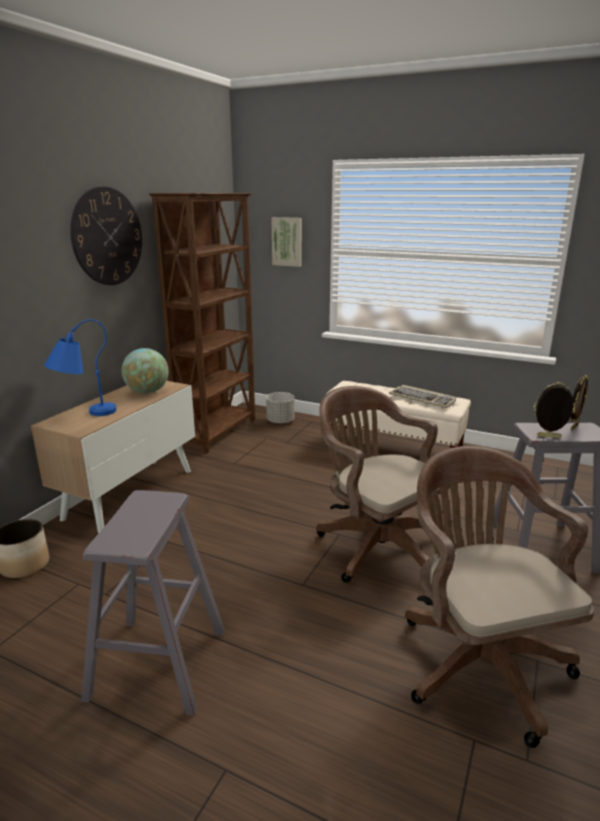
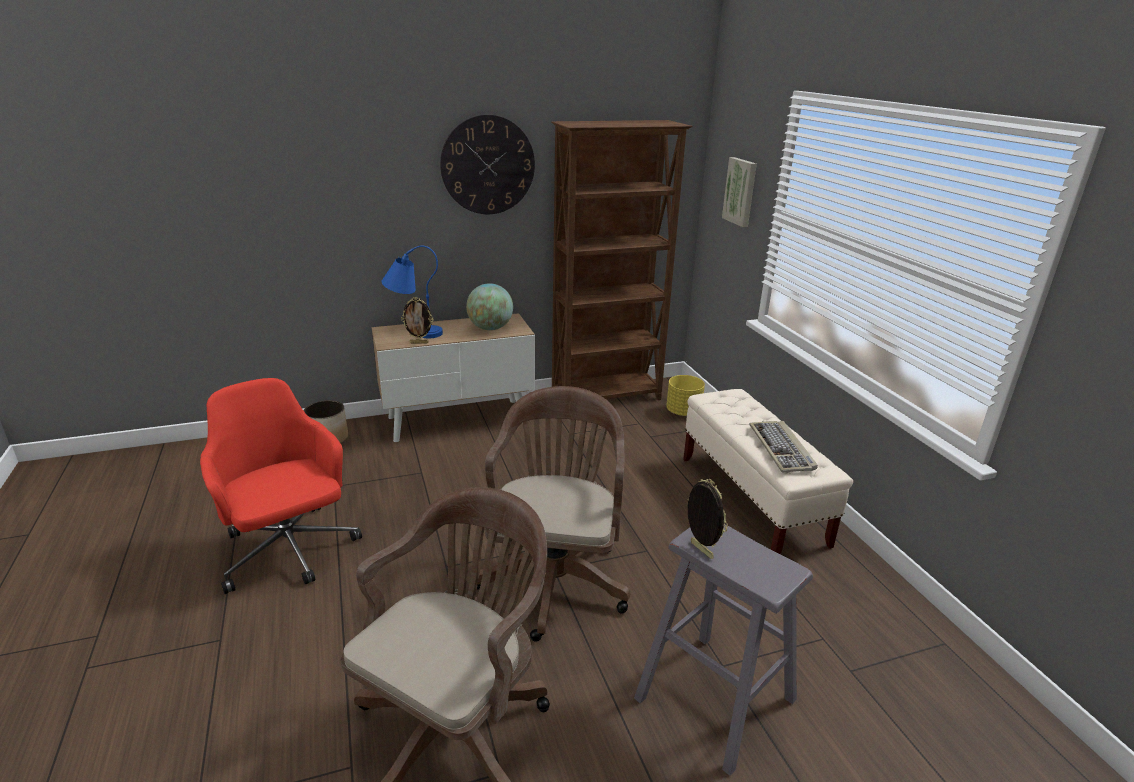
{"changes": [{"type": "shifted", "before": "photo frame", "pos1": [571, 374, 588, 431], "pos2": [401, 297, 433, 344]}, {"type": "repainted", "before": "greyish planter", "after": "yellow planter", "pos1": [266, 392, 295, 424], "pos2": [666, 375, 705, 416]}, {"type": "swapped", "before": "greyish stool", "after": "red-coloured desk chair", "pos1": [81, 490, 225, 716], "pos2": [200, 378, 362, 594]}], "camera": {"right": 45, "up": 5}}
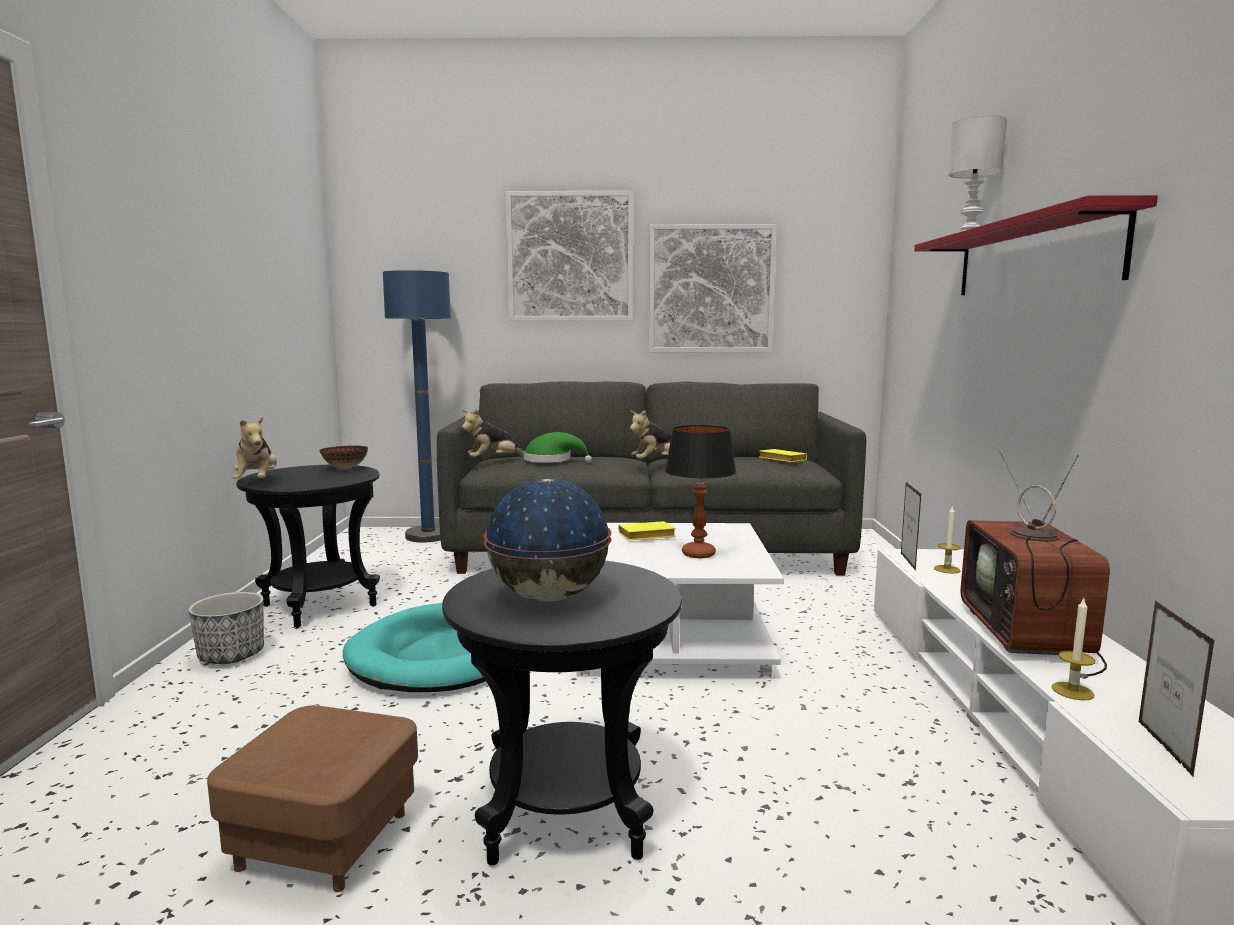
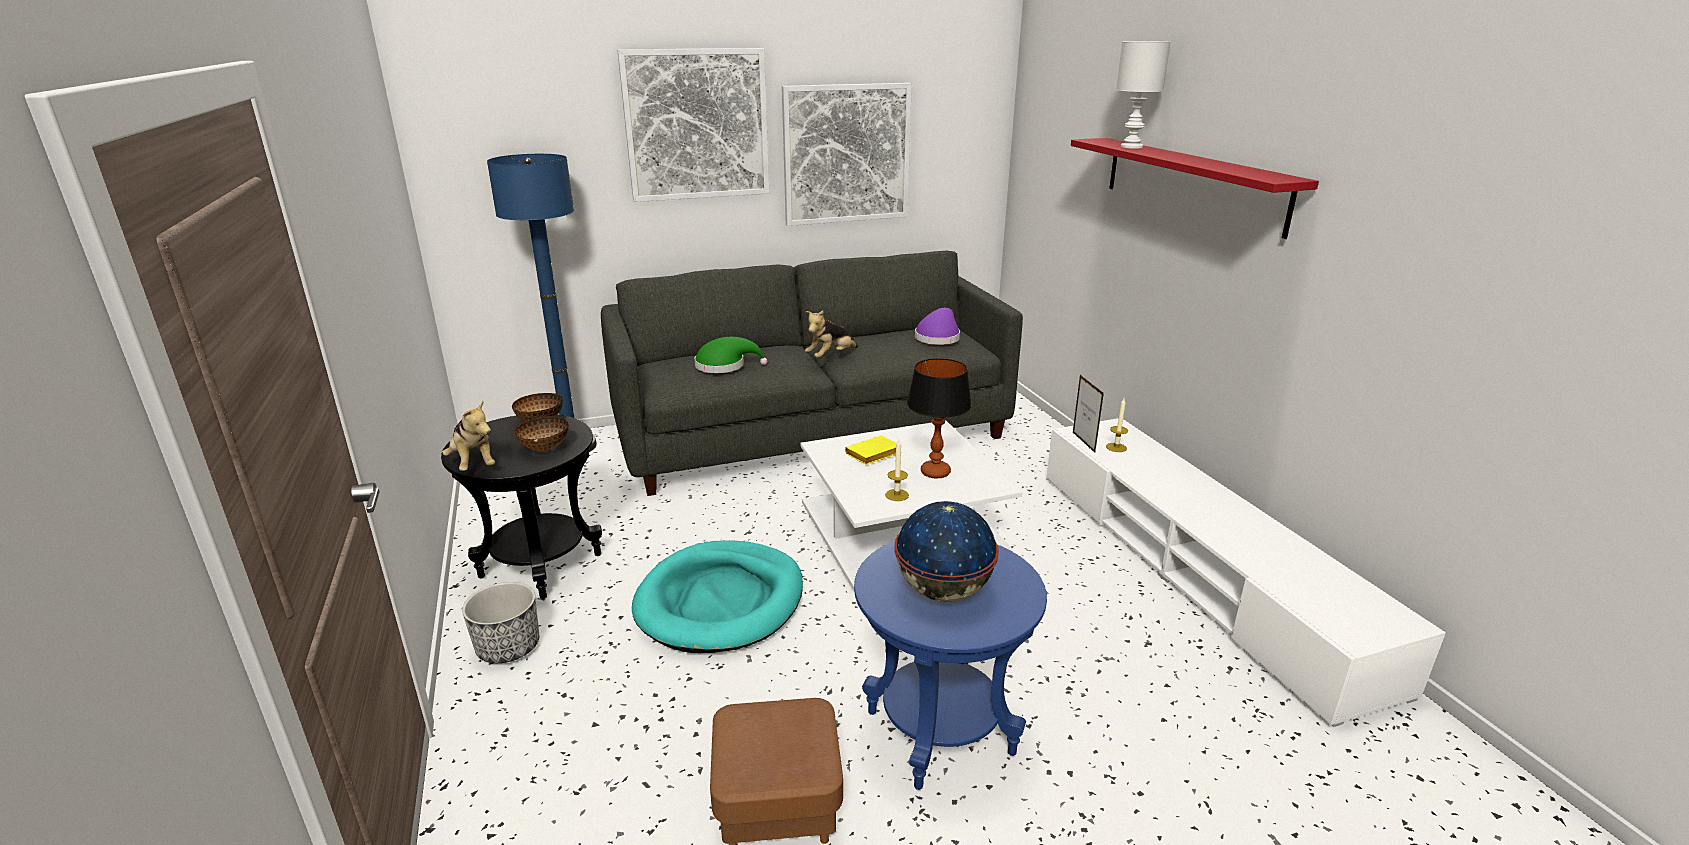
{"changes": [{"type": "gone", "before": "cuddly toy", "pos1": [462, 409, 524, 457]}, {"type": "swapped", "before": "yellow volume", "after": "purple wearable hat", "pos1": [759, 449, 807, 462], "pos2": [915, 308, 960, 345]}, {"type": "gone", "before": "television", "pos1": [961, 451, 1110, 679]}, {"type": "repainted", "before": "black-coloured side table", "after": "blue side table", "pos1": [442, 561, 682, 865], "pos2": [854, 541, 1047, 790]}, {"type": "shifted", "before": "wax light", "pos1": [1051, 599, 1095, 701], "pos2": [885, 439, 909, 501]}, {"type": "gone", "before": "photo frame", "pos1": [1139, 600, 1215, 777]}, {"type": "new", "after": "serving bowl", "pos2": [514, 416, 569, 451]}], "camera": {"right": -20, "up": 15}}
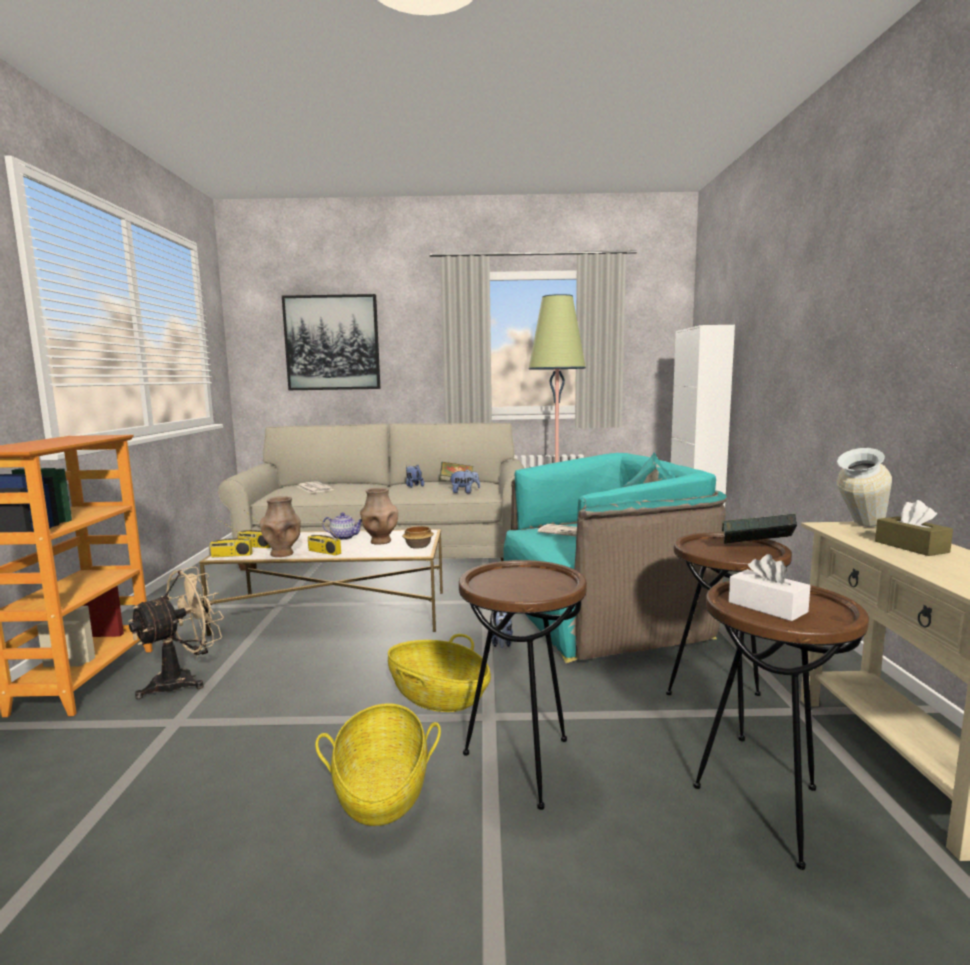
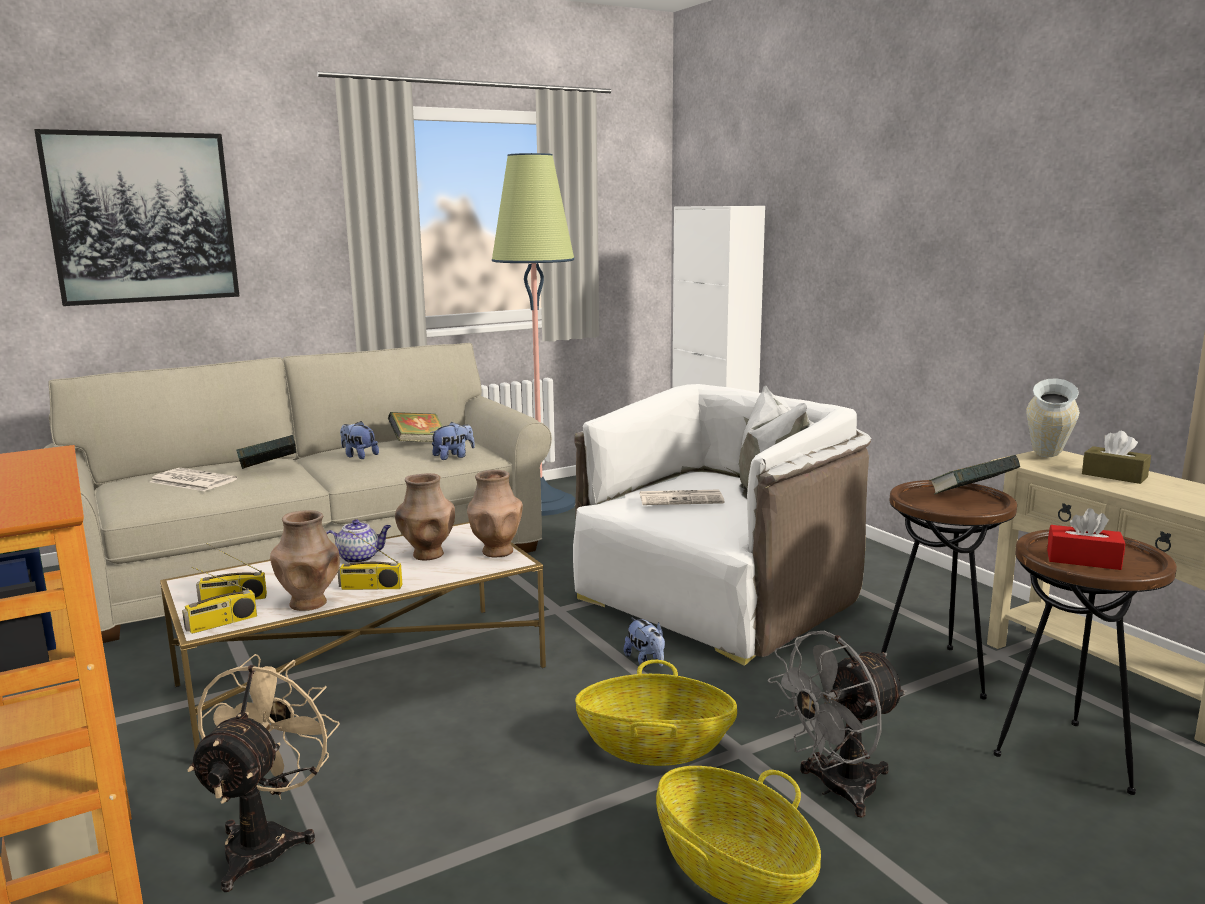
{"changes": [{"type": "repainted", "before": "blue-green easy chair", "after": "white-coloured easy chair", "pos1": [504, 453, 727, 663], "pos2": [573, 384, 871, 666]}, {"type": "swapped", "before": "serving bowl", "after": "brown vase", "pos1": [402, 526, 434, 549], "pos2": [467, 470, 523, 557]}, {"type": "repainted", "before": "white-coloured box of tissues", "after": "red-coloured box of tissues", "pos1": [728, 554, 811, 621], "pos2": [1047, 508, 1125, 570]}, {"type": "swapped", "before": "brown side table", "after": "greyish cooling fan", "pos1": [459, 560, 587, 810], "pos2": [768, 631, 907, 818]}, {"type": "new", "after": "volume", "pos2": [236, 435, 296, 469]}], "camera": {"right": -30, "up": 5}}
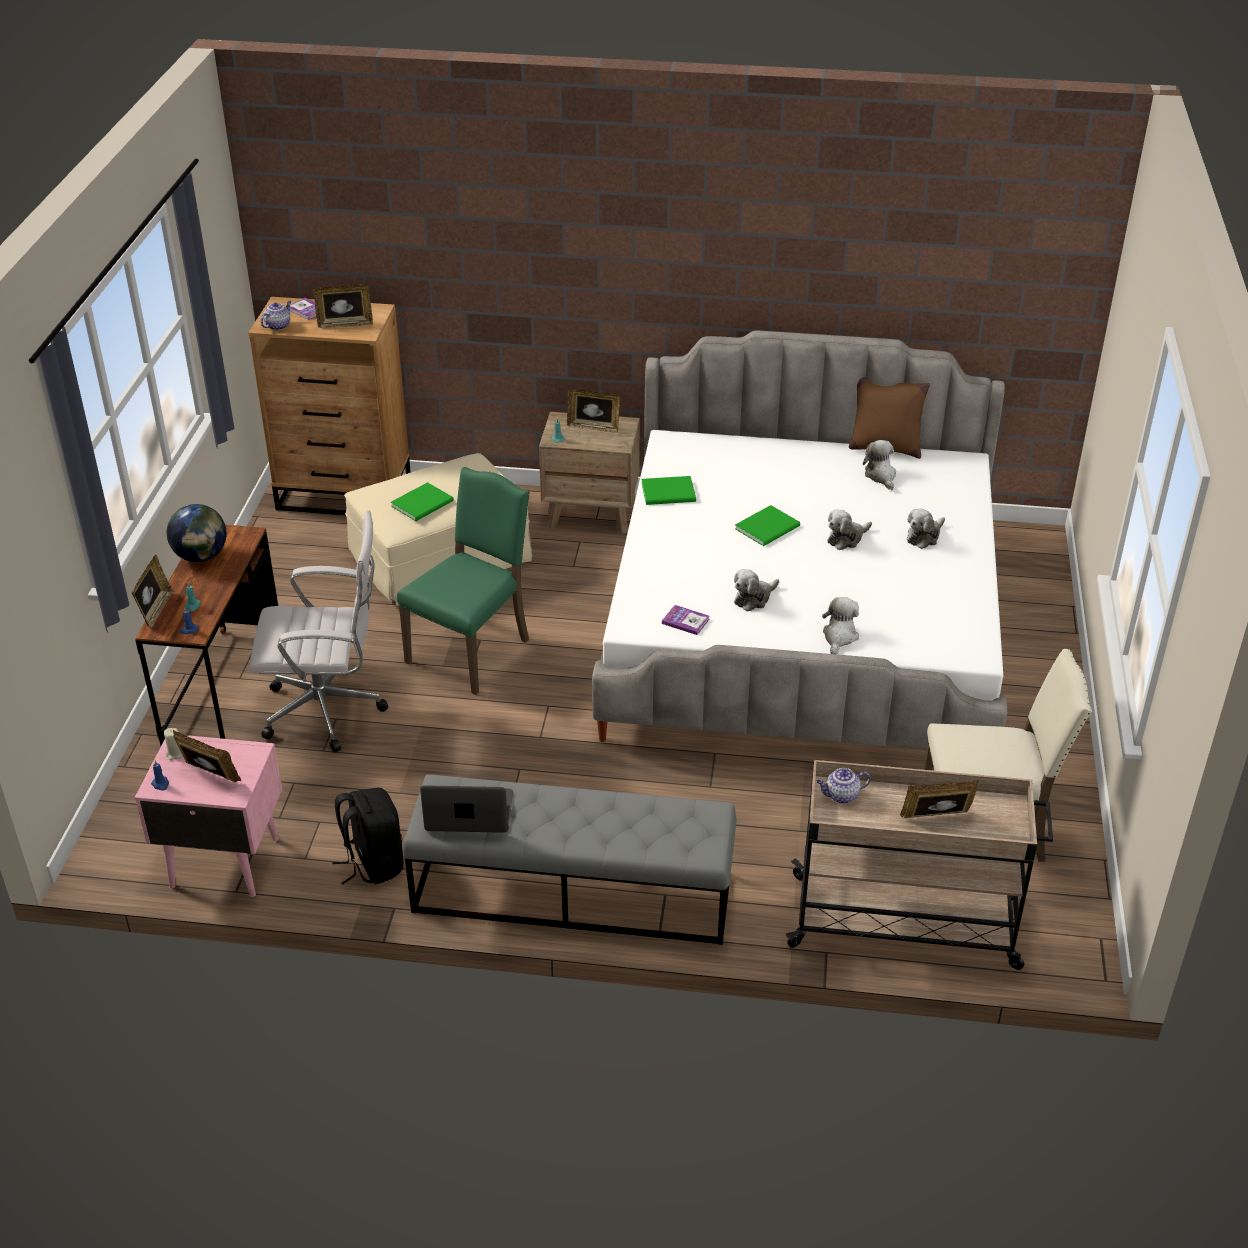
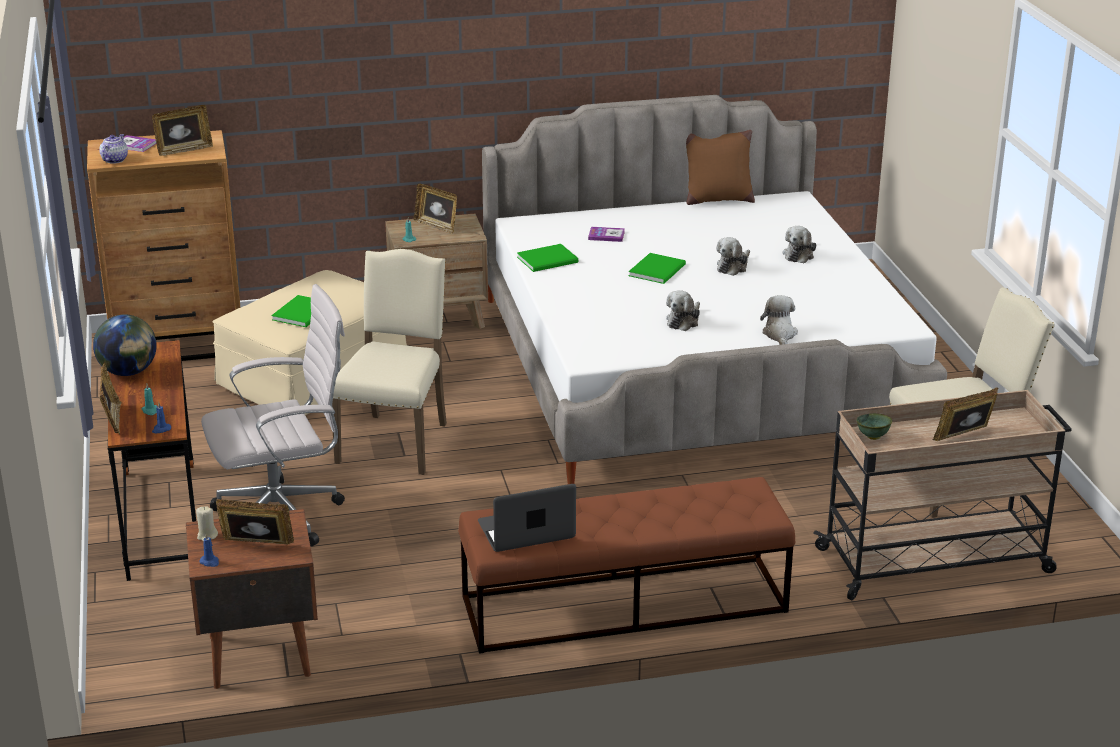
{"changes": [{"type": "rotated", "before": "photo frame", "pos1": [567, 389, 620, 433], "pos2": [414, 183, 457, 234], "turn": 45}, {"type": "gone", "before": "cuddly toy", "pos1": [863, 440, 896, 490]}, {"type": "repainted", "before": "green-coloured plain chair", "after": "sand-coloured plain chair", "pos1": [397, 467, 530, 695], "pos2": [332, 249, 447, 475]}, {"type": "shifted", "before": "volume", "pos1": [662, 605, 709, 635], "pos2": [588, 227, 625, 242]}, {"type": "repainted", "before": "pinkish night table", "after": "brown night table", "pos1": [135, 735, 282, 897], "pos2": [186, 509, 318, 689]}, {"type": "swapped", "before": "pot for tea", "after": "green-coloured serving bowl", "pos1": [817, 768, 870, 804], "pos2": [856, 413, 892, 440]}, {"type": "repainted", "before": "greyish long seat", "after": "brown long seat", "pos1": [403, 774, 737, 945], "pos2": [458, 477, 795, 654]}, {"type": "gone", "before": "black-coloured rucksack", "pos1": [332, 787, 404, 885]}], "camera": {"right": -20, "up": -10}}
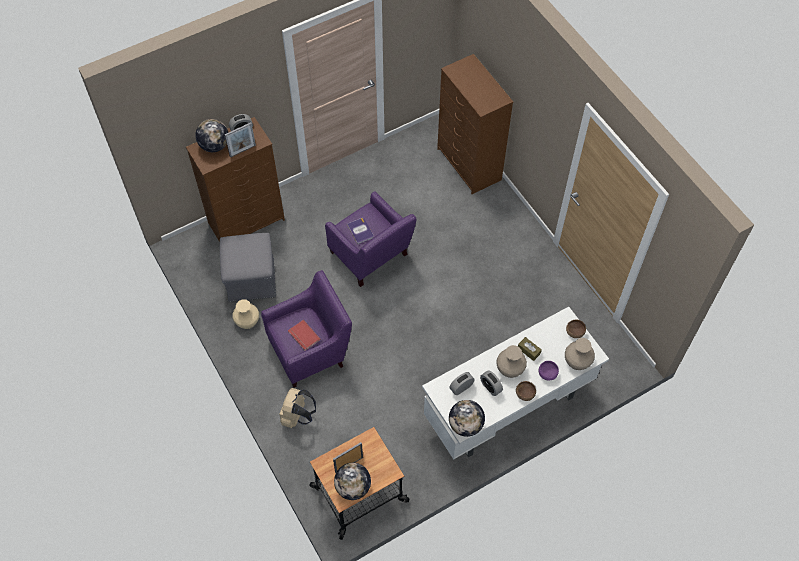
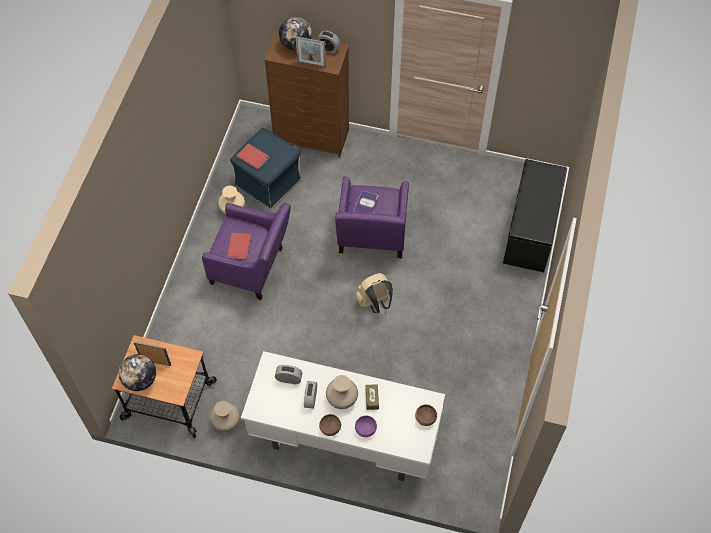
{"changes": [{"type": "swapped", "before": "brown drawer chest", "after": "black-coloured long seat", "pos1": [437, 54, 513, 194], "pos2": [503, 159, 567, 272]}, {"type": "repainted", "before": "greyish pouffe", "after": "blue pouffe", "pos1": [220, 233, 276, 302], "pos2": [230, 128, 301, 208]}, {"type": "shifted", "before": "sand-coloured vase", "pos1": [565, 338, 595, 370], "pos2": [210, 401, 240, 432]}, {"type": "shifted", "before": "sand-coloured rucksack", "pos1": [279, 388, 316, 428], "pos2": [356, 273, 393, 313]}, {"type": "gone", "before": "globe", "pos1": [449, 400, 485, 437]}, {"type": "new", "after": "red-coloured volume", "pos2": [236, 144, 269, 170]}], "camera": {"right": 45, "up": 0}}
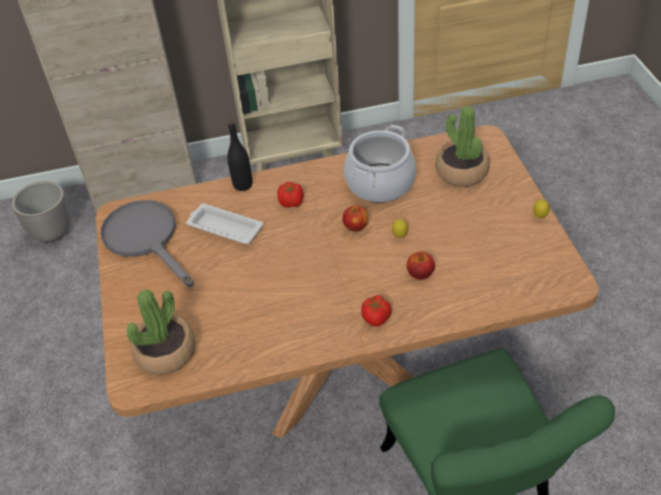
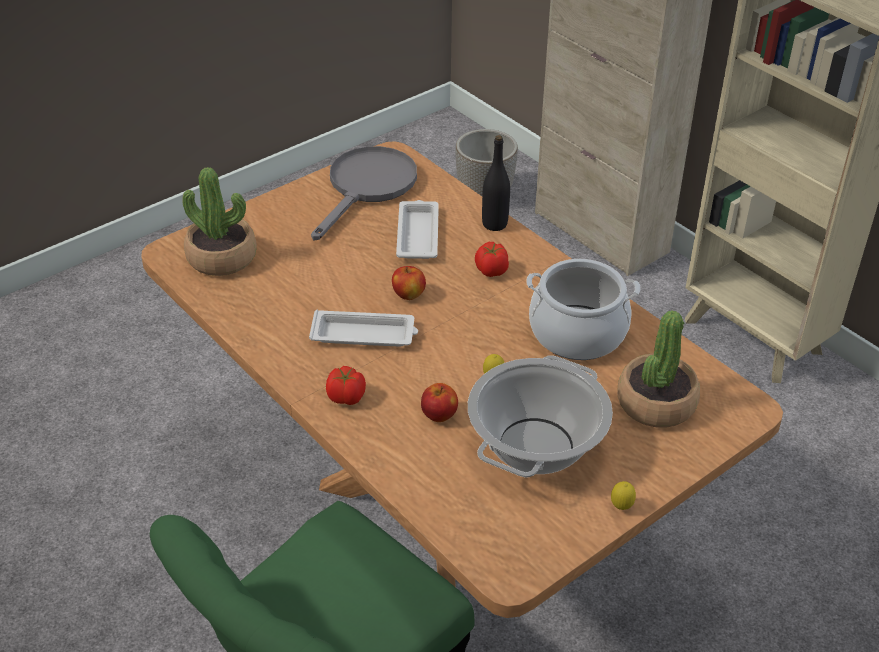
{"changes": [{"type": "shifted", "before": "apple", "pos1": [342, 205, 368, 232], "pos2": [392, 266, 426, 300]}, {"type": "new", "after": "white-coloured serving tray", "pos2": [309, 310, 418, 347]}, {"type": "new", "after": "stockpot", "pos2": [468, 355, 613, 477]}], "camera": {"right": 60, "up": -5}}
